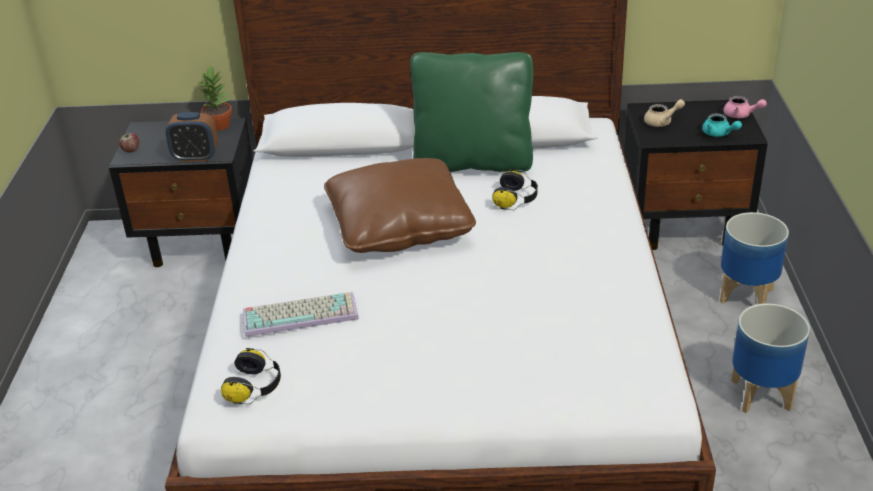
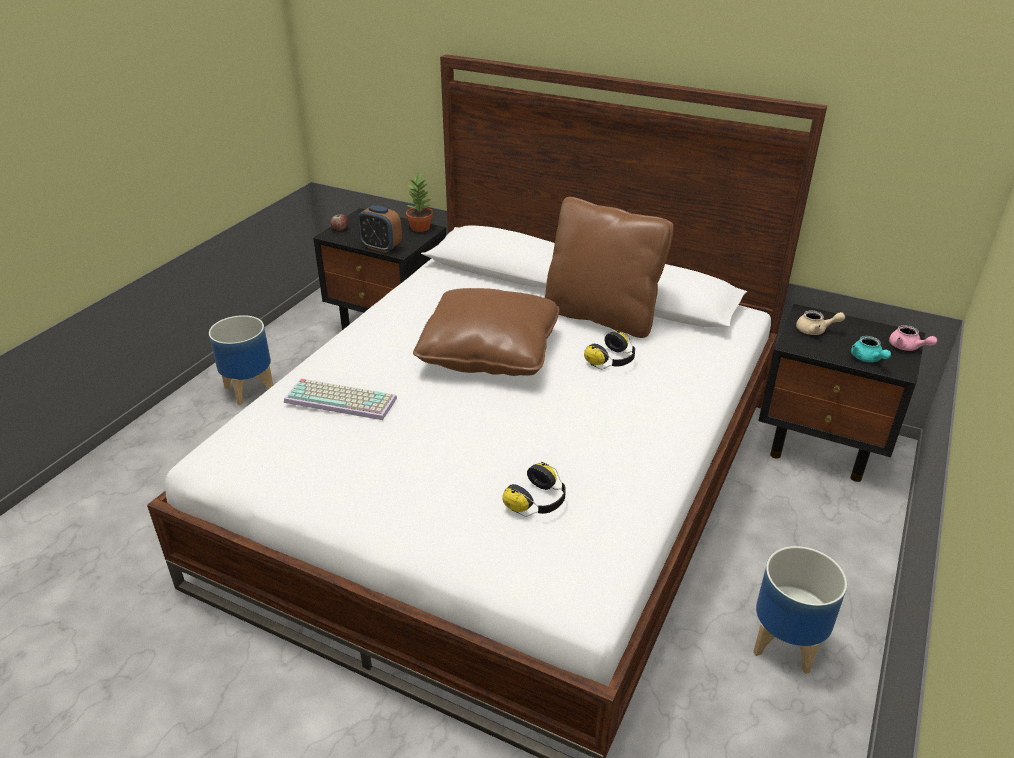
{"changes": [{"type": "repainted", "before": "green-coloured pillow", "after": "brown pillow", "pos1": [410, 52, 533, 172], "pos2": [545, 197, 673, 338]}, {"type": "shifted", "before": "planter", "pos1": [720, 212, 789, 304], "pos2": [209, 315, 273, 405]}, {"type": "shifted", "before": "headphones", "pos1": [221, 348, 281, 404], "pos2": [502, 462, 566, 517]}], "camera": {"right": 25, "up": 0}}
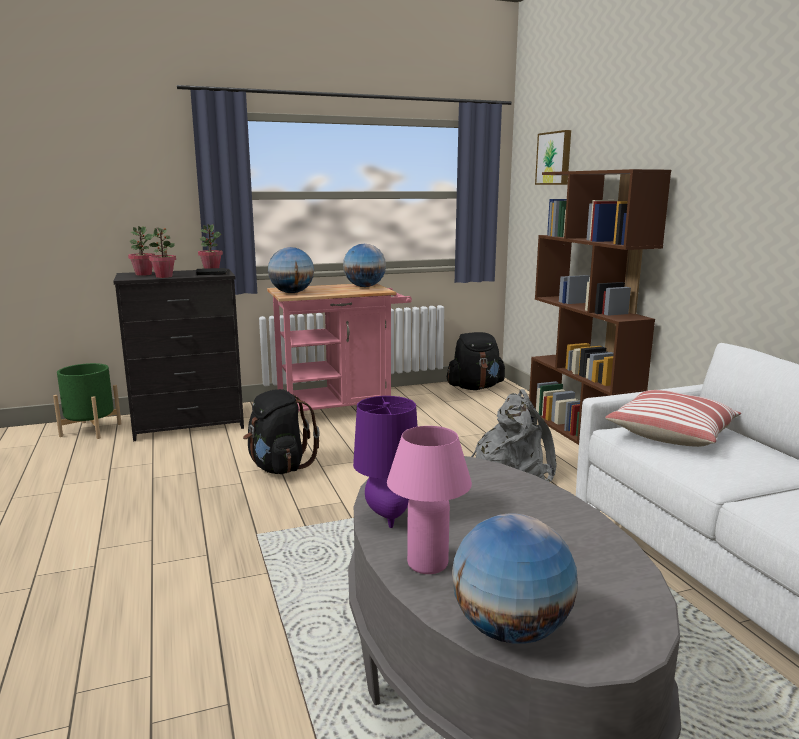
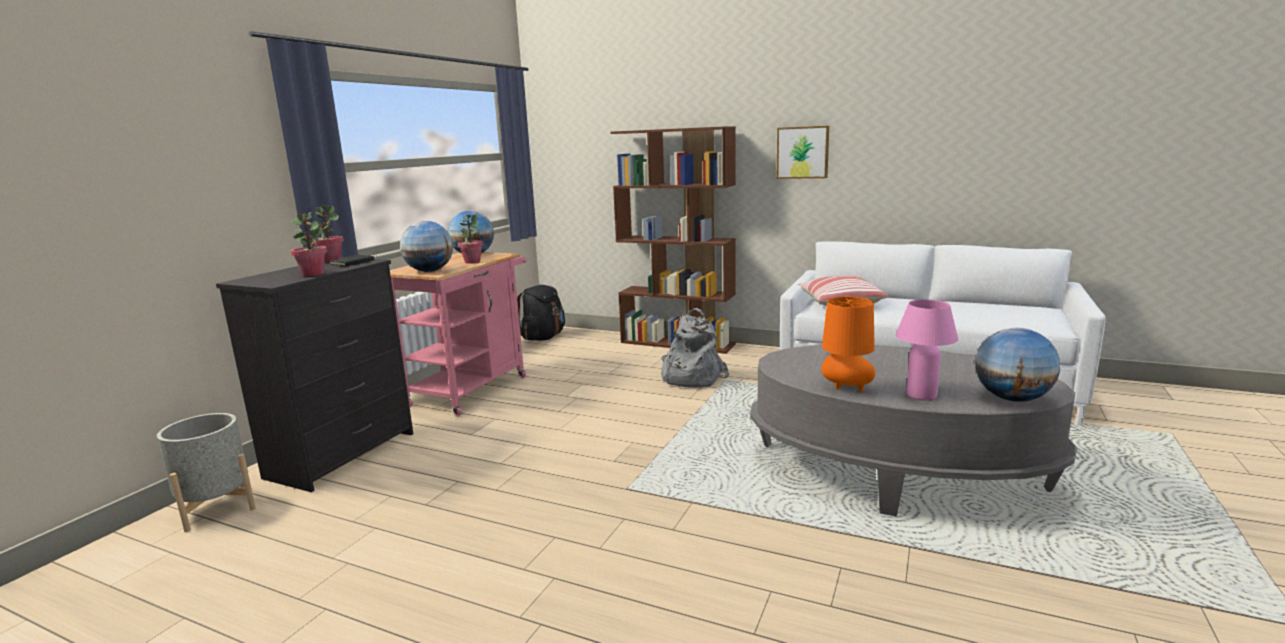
{"changes": [{"type": "shifted", "before": "wall art", "pos1": [535, 130, 571, 185], "pos2": [776, 126, 829, 179]}, {"type": "shifted", "before": "houseplant", "pos1": [128, 226, 155, 276], "pos2": [458, 214, 484, 264]}, {"type": "repainted", "before": "green-coloured planter", "after": "greyish planter", "pos1": [53, 363, 122, 439], "pos2": [157, 413, 256, 532]}, {"type": "gone", "before": "black-coloured rucksack", "pos1": [243, 389, 320, 474]}, {"type": "repainted", "before": "purple lamp for a table", "after": "orangey lamp for a table", "pos1": [353, 396, 418, 528], "pos2": [821, 297, 876, 392]}], "camera": {"right": -45, "up": 0}}
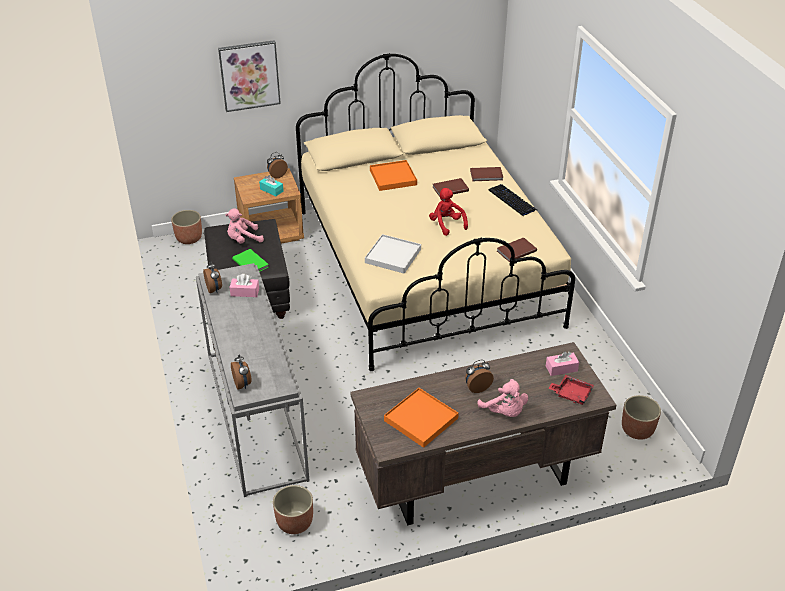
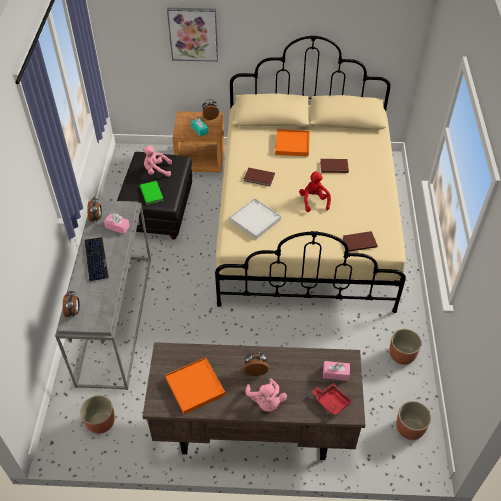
{"changes": [{"type": "shifted", "before": "brown volume", "pos1": [470, 167, 503, 181], "pos2": [244, 168, 275, 187]}, {"type": "shifted", "before": "computer keyboard", "pos1": [489, 184, 537, 217], "pos2": [85, 237, 109, 281]}, {"type": "shifted", "before": "planter", "pos1": [171, 210, 202, 244], "pos2": [389, 329, 422, 365]}], "camera": {"right": 20, "up": 10}}
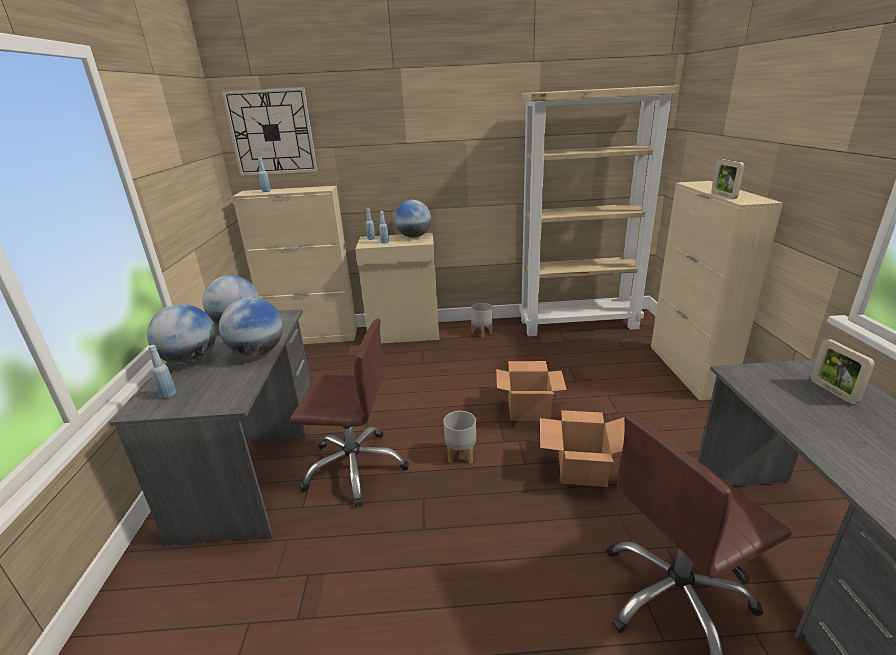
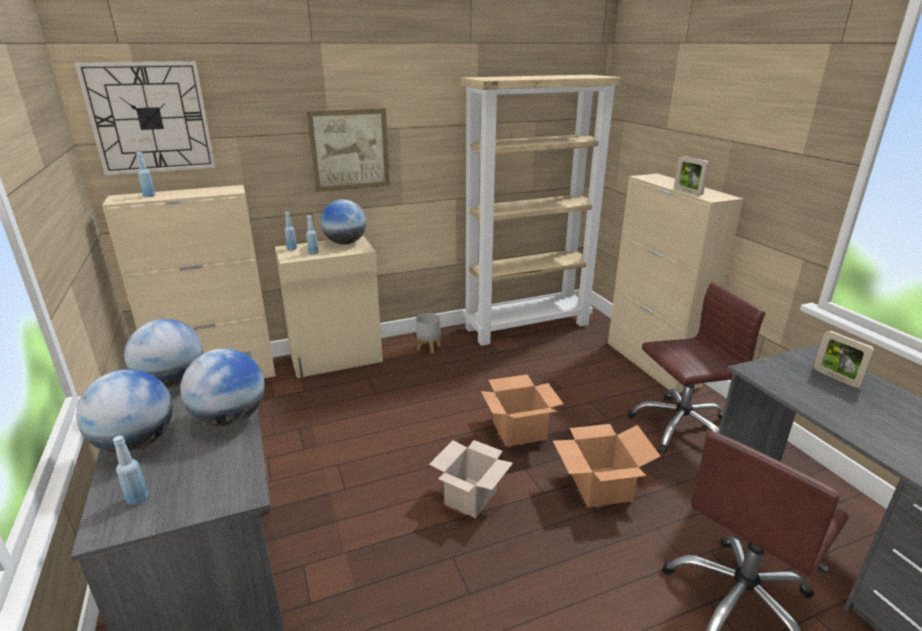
{"changes": [{"type": "shifted", "before": "brown desk chair", "pos1": [290, 318, 409, 507], "pos2": [627, 282, 766, 454]}, {"type": "swapped", "before": "greyish planter", "after": "packing box", "pos1": [443, 411, 476, 464], "pos2": [429, 440, 513, 518]}, {"type": "new", "after": "wall art", "pos2": [307, 108, 390, 192]}], "camera": {"right": -20, "up": 0}}
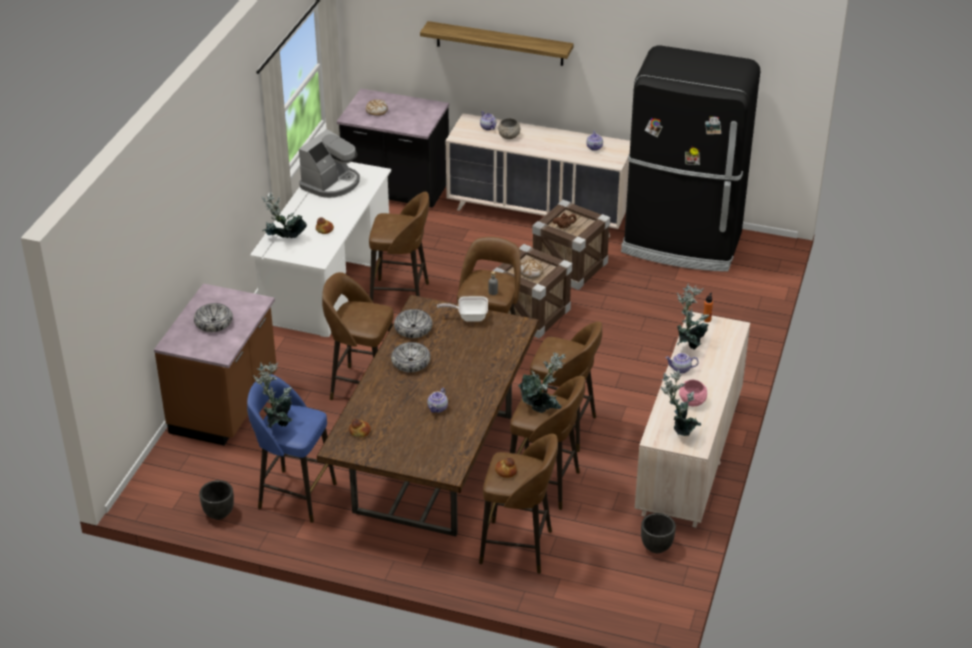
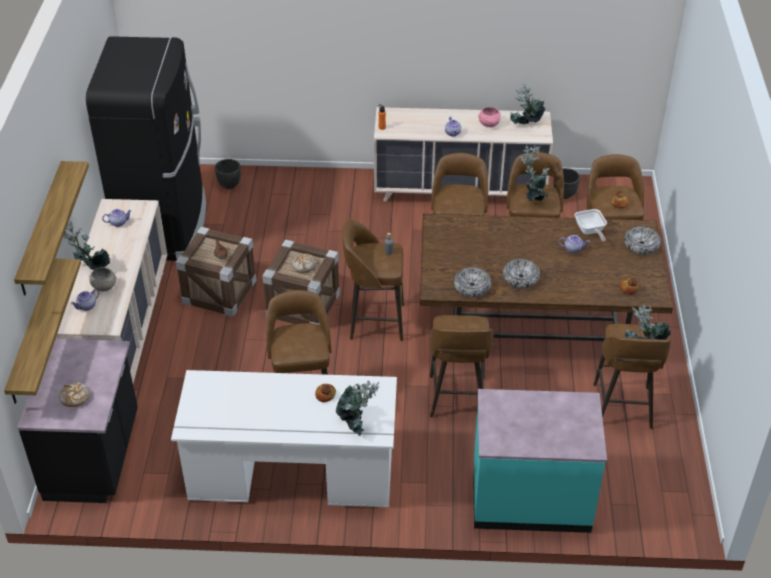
{"changes": [{"type": "gone", "before": "coffee maker", "pos1": [299, 129, 360, 198]}, {"type": "repainted", "before": "brown kitchen counter", "after": "blue-green kitchen counter", "pos1": [154, 283, 277, 445], "pos2": [474, 389, 607, 533]}, {"type": "shifted", "before": "houseplant", "pos1": [677, 283, 710, 349], "pos2": [63, 221, 110, 270]}, {"type": "shifted", "before": "skillet", "pos1": [437, 296, 488, 322], "pos2": [575, 209, 607, 242]}, {"type": "shifted", "before": "serving bowl", "pos1": [194, 303, 233, 332], "pos2": [624, 226, 661, 255]}, {"type": "repainted", "before": "blue stool", "after": "brown stool", "pos1": [247, 374, 337, 523], "pos2": [593, 324, 671, 429]}, {"type": "shifted", "before": "black-coloured planter", "pos1": [199, 480, 234, 520], "pos2": [215, 159, 241, 189]}, {"type": "new", "after": "wall shelf", "pos2": [4, 258, 81, 404]}], "camera": {"right": -105, "up": 5}}
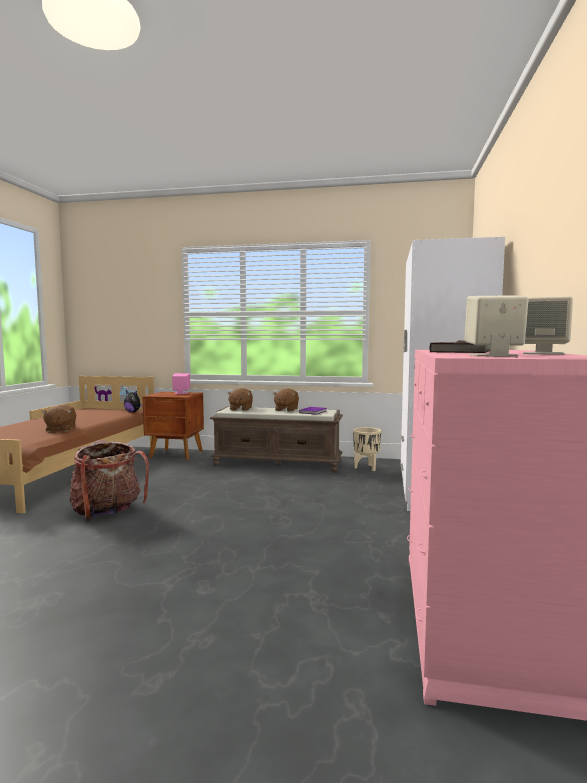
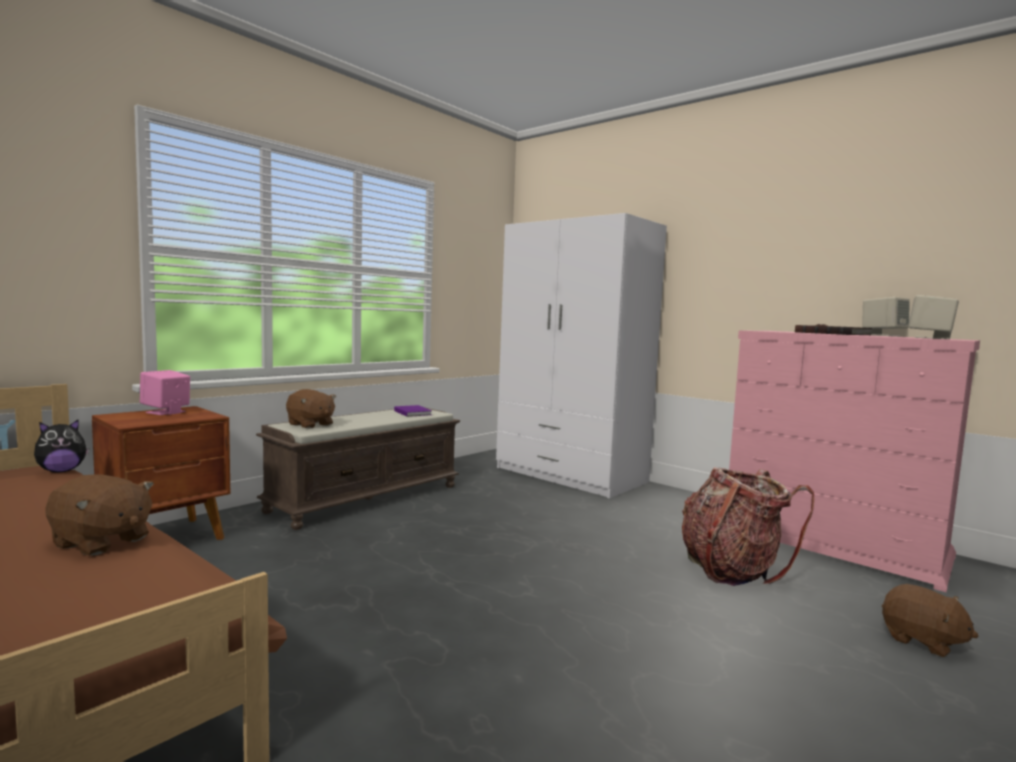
{"changes": [{"type": "shifted", "before": "brown cuddly toy", "pos1": [273, 389, 299, 412], "pos2": [882, 584, 978, 657]}, {"type": "gone", "before": "sand-coloured planter", "pos1": [353, 427, 381, 471]}, {"type": "shifted", "before": "rucksack", "pos1": [69, 440, 149, 521], "pos2": [682, 467, 814, 586]}], "camera": {"right": -60, "up": 0}}
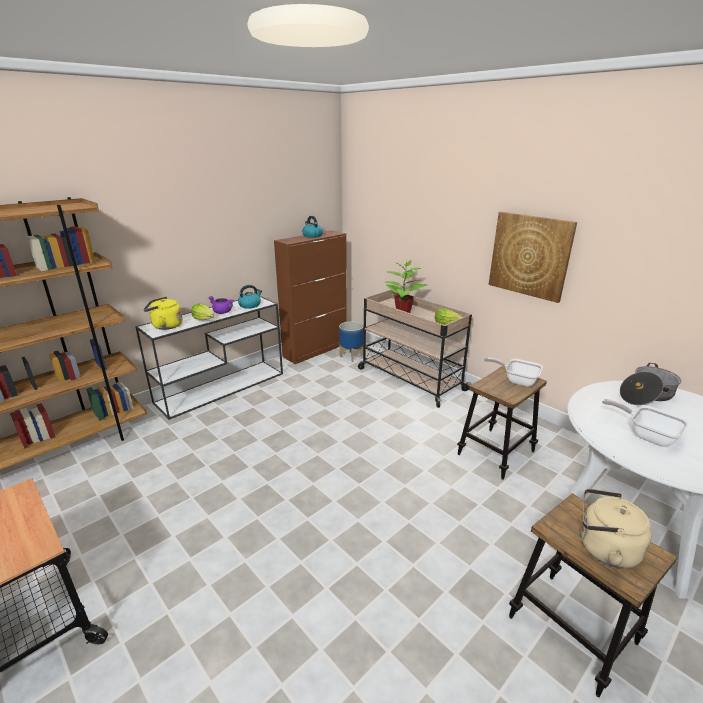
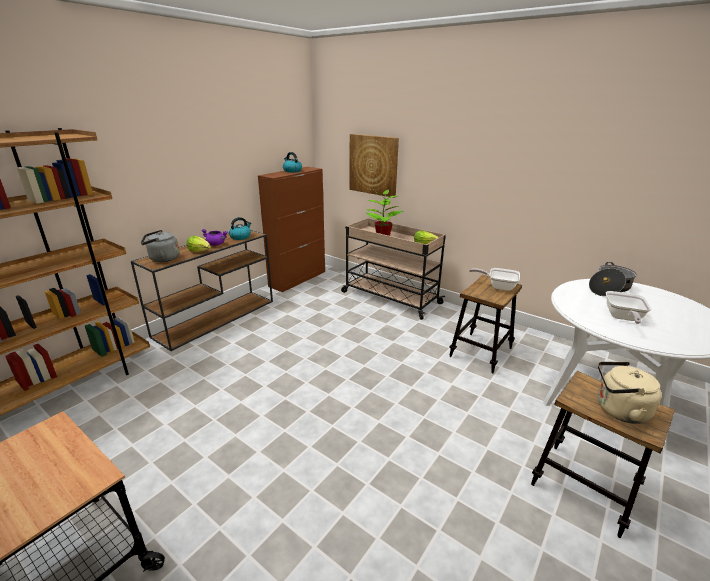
{"changes": [{"type": "shifted", "before": "wall art", "pos1": [488, 212, 577, 303], "pos2": [349, 134, 399, 198]}, {"type": "repainted", "before": "white-coloured narrow table", "after": "brown narrow table", "pos1": [135, 296, 283, 420], "pos2": [131, 230, 273, 351]}, {"type": "repainted", "before": "yellow kettle", "after": "greyish kettle", "pos1": [143, 297, 183, 330], "pos2": [141, 230, 179, 262]}, {"type": "gone", "before": "planter", "pos1": [339, 321, 364, 362]}, {"type": "rotated", "before": "skillet", "pos1": [602, 399, 689, 446], "pos2": [606, 291, 652, 324], "turn": -105}], "camera": {"right": -10, "up": 0}}
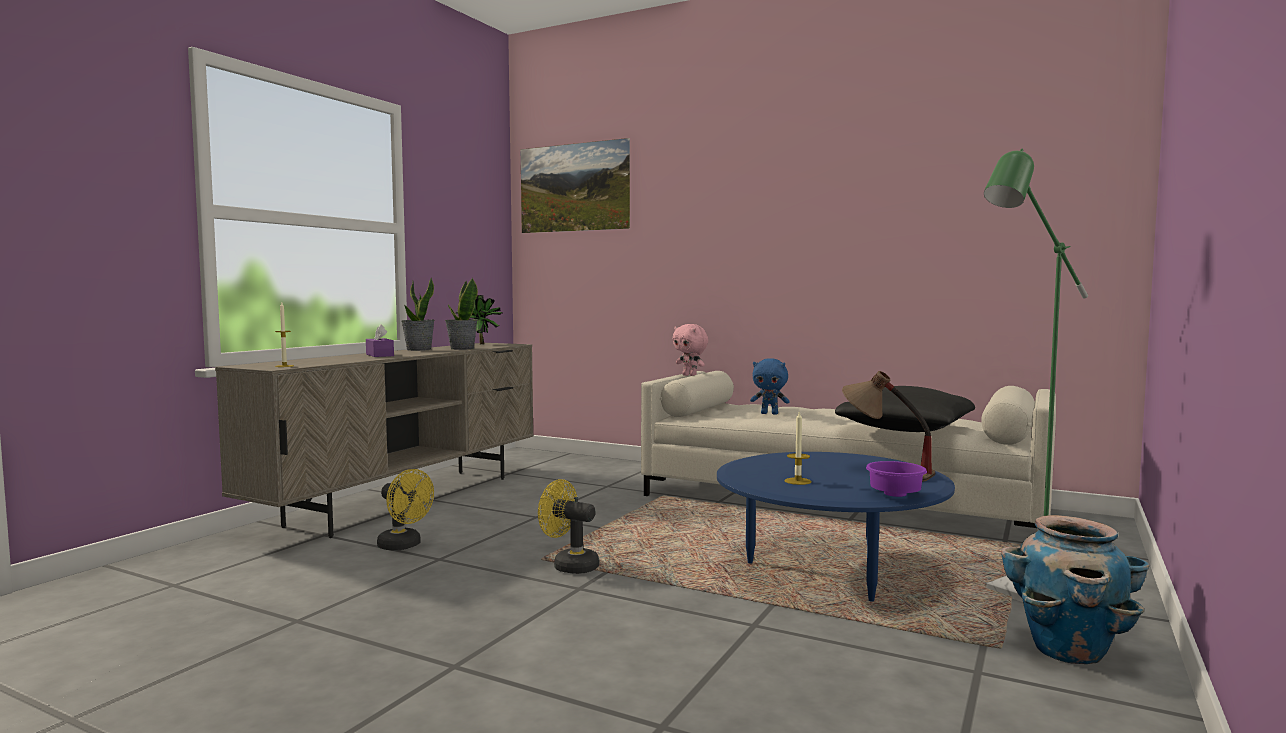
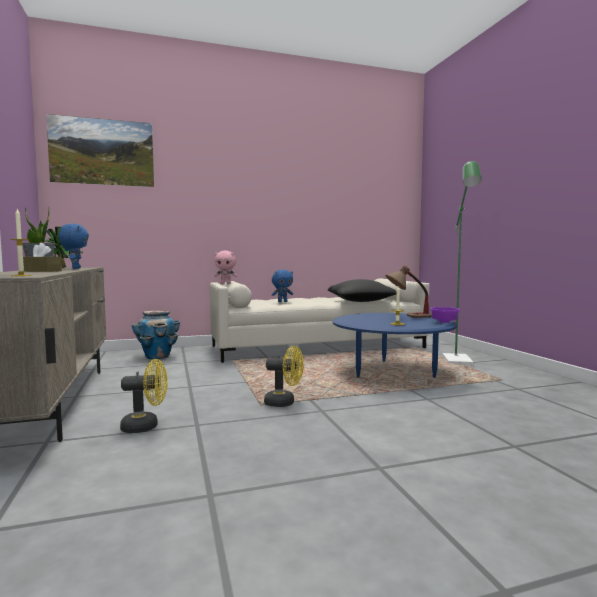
{"changes": [{"type": "swapped", "before": "houseplant", "after": "blue cuddly toy", "pos1": [445, 277, 478, 350], "pos2": [59, 224, 89, 269]}, {"type": "repainted", "before": "purple box of tissues", "after": "brown box of tissues", "pos1": [366, 324, 394, 357], "pos2": [23, 242, 62, 272]}, {"type": "rotated", "before": "yellow cooling fan", "pos1": [538, 479, 599, 574], "pos2": [264, 345, 304, 407], "turn": -150}, {"type": "shifted", "before": "planter", "pos1": [1001, 515, 1149, 664], "pos2": [131, 310, 180, 359]}], "camera": {"right": -45, "up": 0}}
